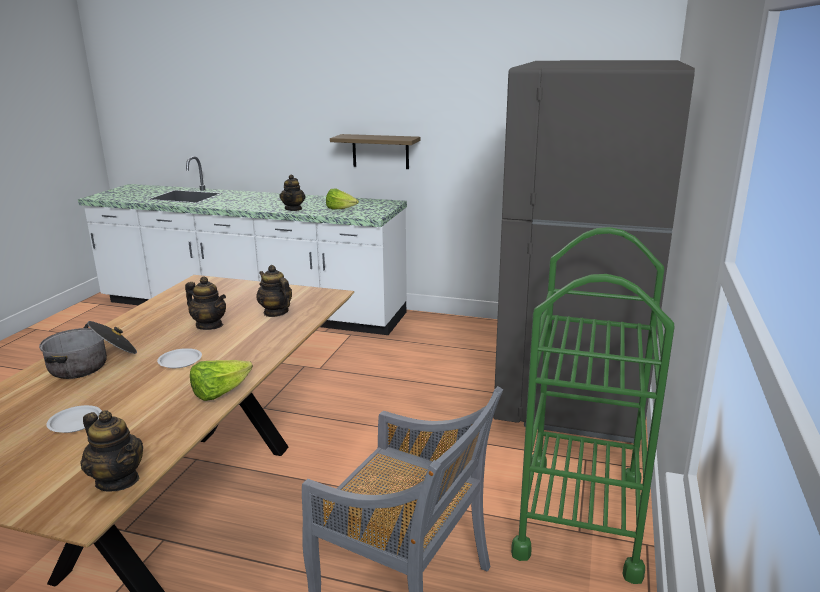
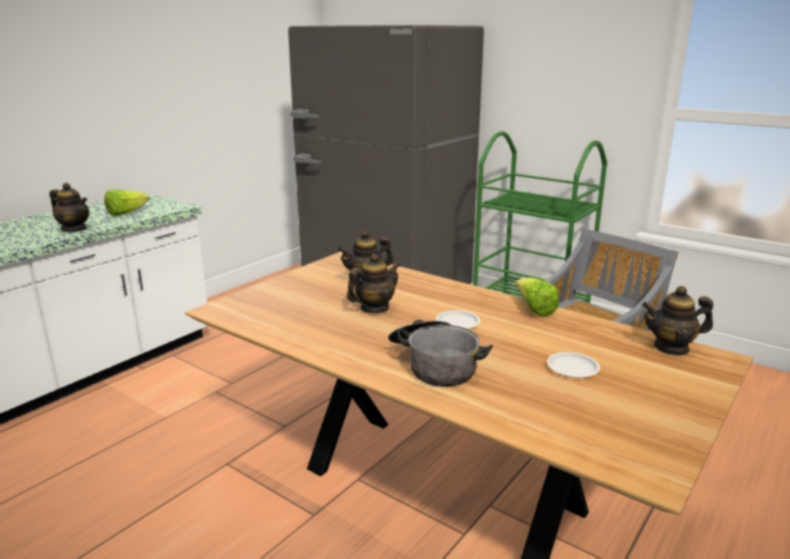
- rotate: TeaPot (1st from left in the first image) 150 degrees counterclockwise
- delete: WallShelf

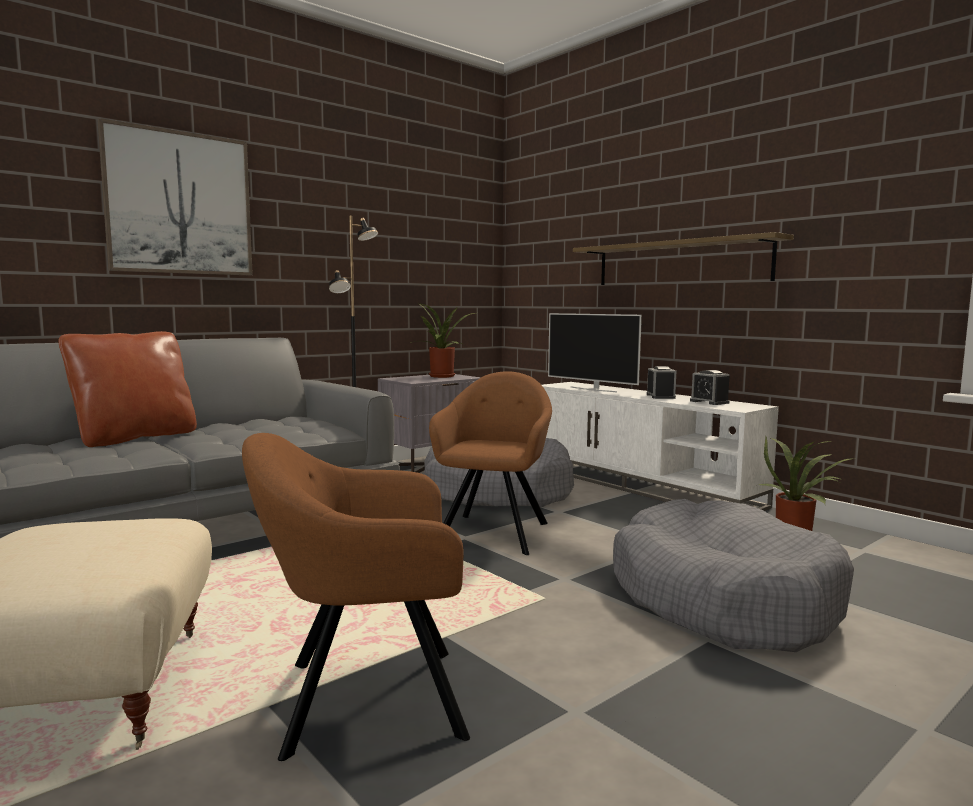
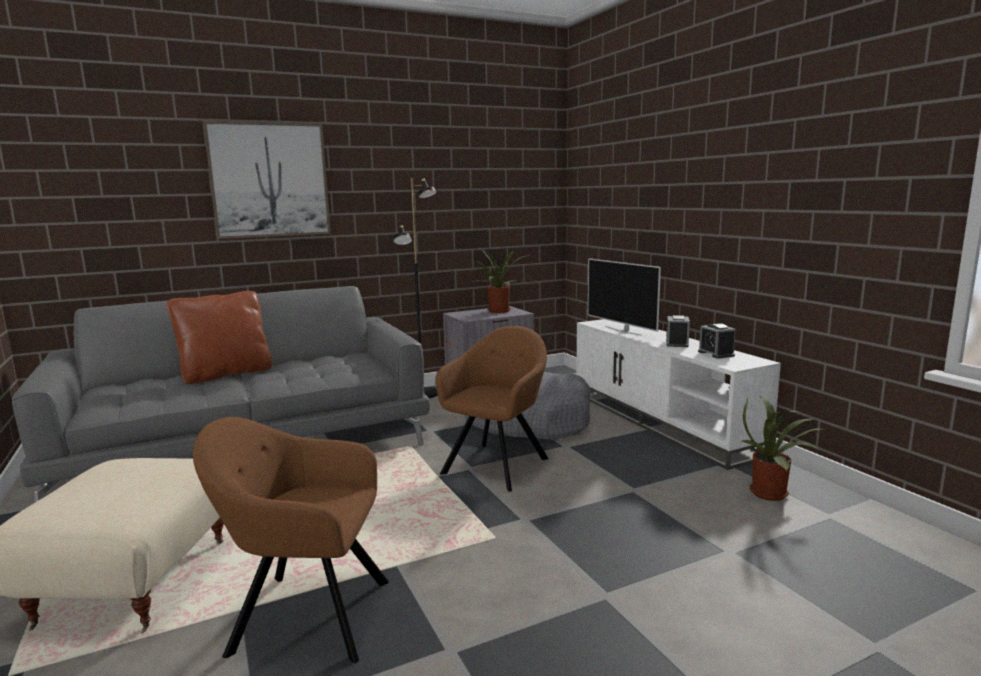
- delete: WallShelf
- delete: GreyDogCushion (2nd from left)

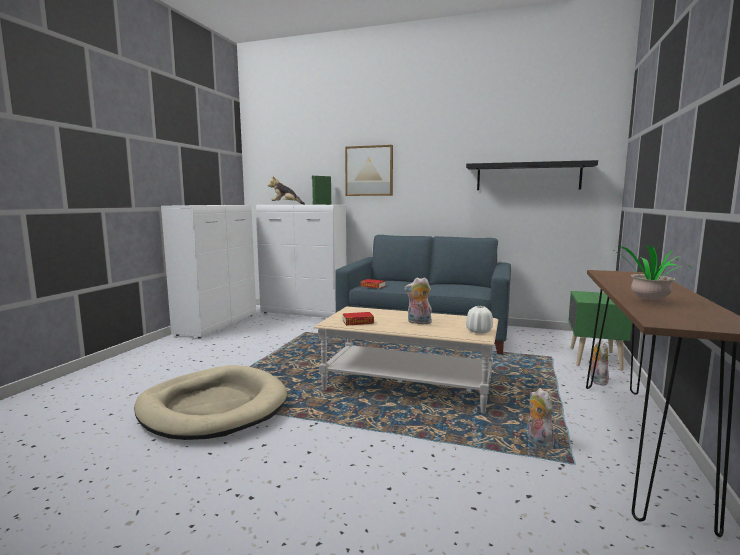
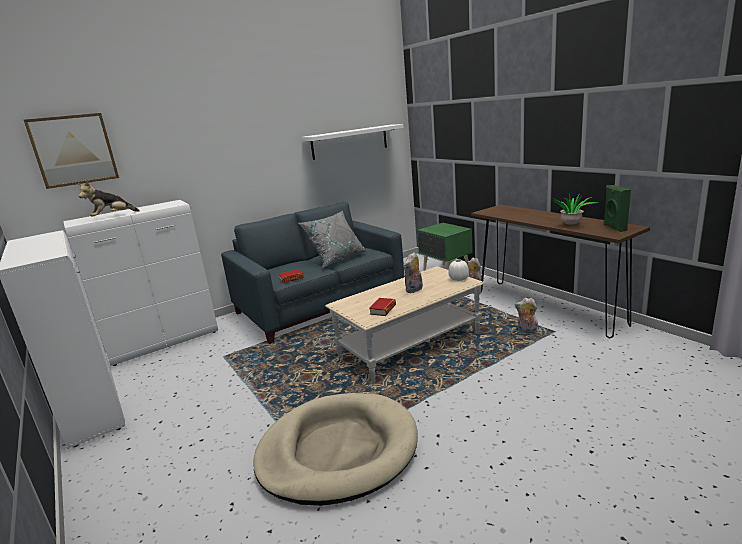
- move: GreenColouredAudioSpeaker
- move: WallArt
- recolor: BlackishWallShelf to WhiteWallShelf
- insert: GreyPillow

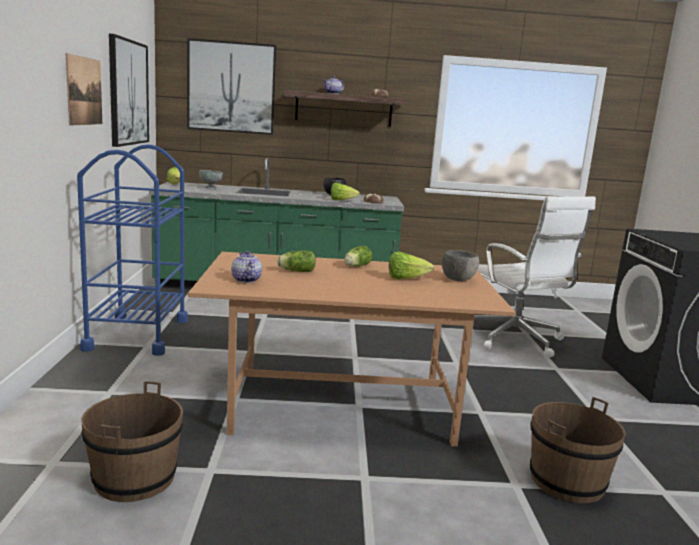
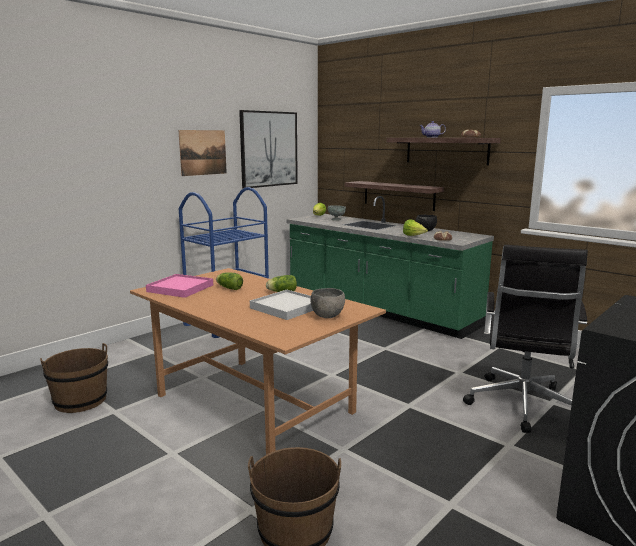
- delete: WallArt (3rd from left)
- replace: TeaPot (1st from left) to PinkColouredCarryingTray
- replace: HeadOfLettuce (5th from left) to WhiteCarryingTray
- recolor: WhiteOfficeChair to BlackishOfficeChair
- insert: WallShelf (1st from left)

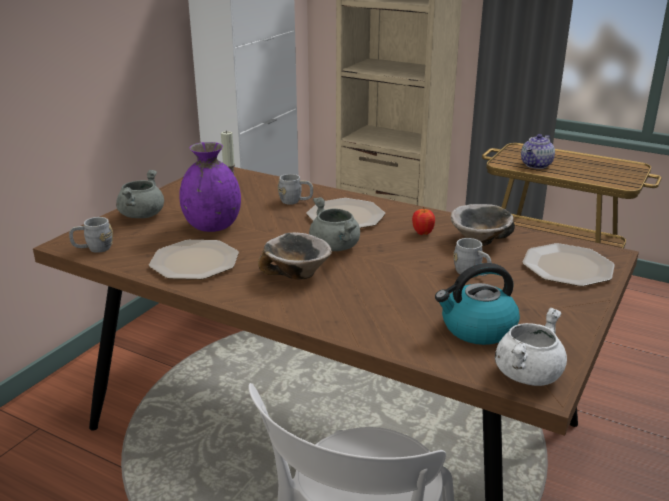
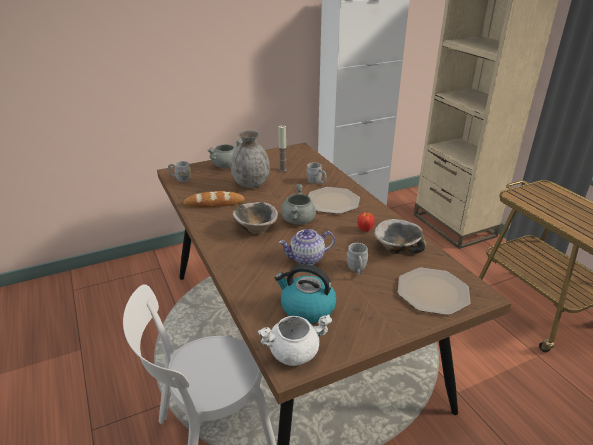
- replace: Plate (1st from left) to BakedBread
- recolor: PurplishFlowerVase to GreyFlowerVase
- move: TeaPot

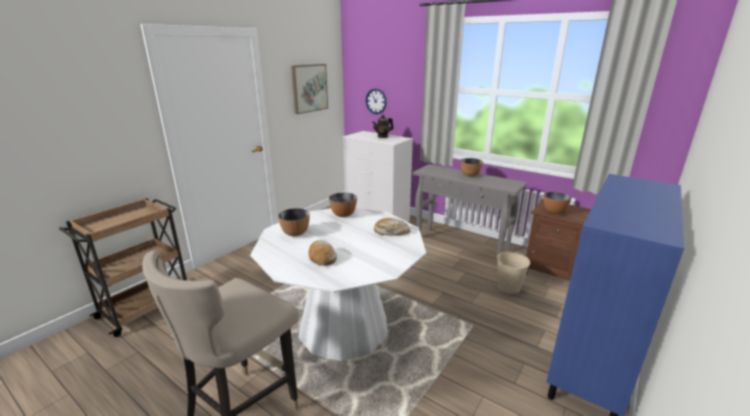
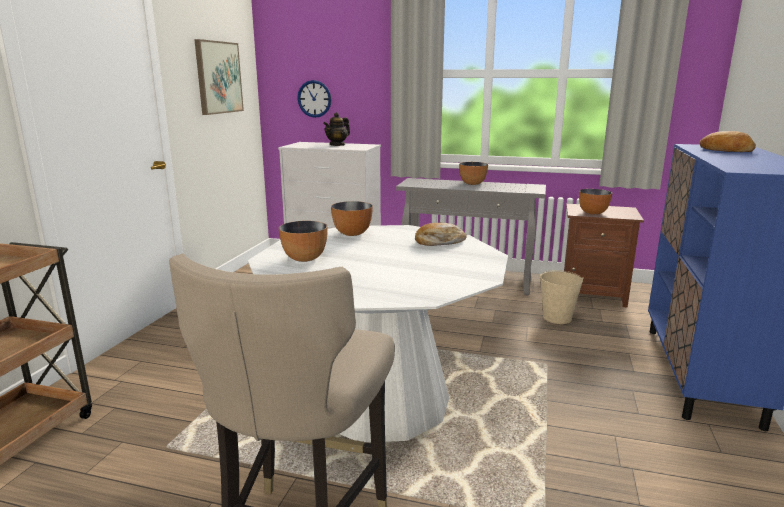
- move: BakedBread (1st from left in the first image) to BakedBread (2nd from left)

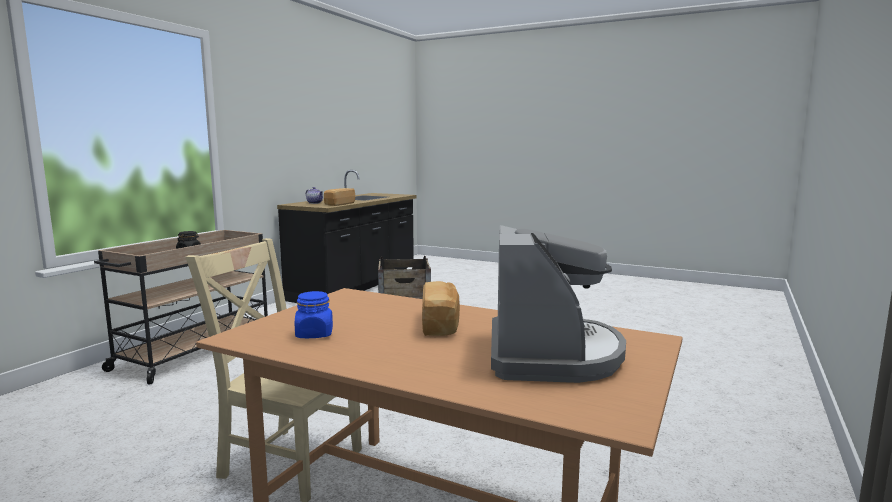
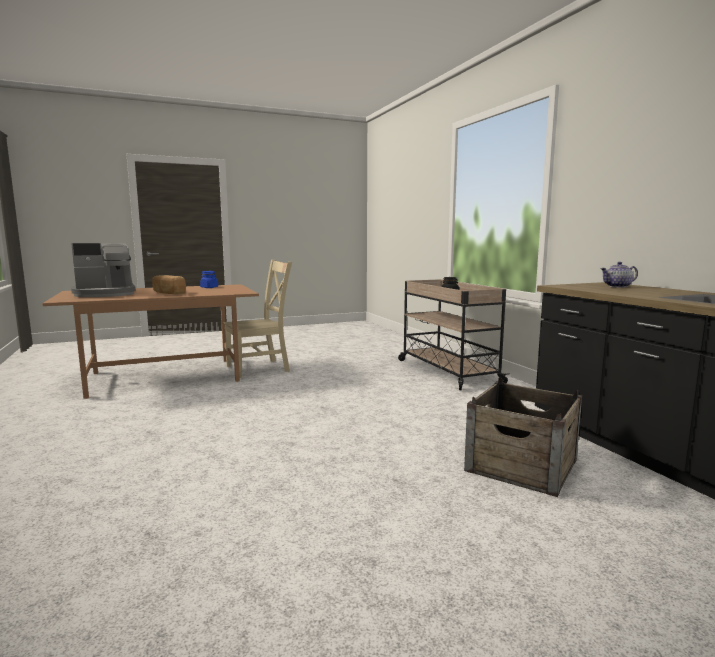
- delete: BakedBread (1st from left)
- rotate: CoffeeMaker 75 degrees counterclockwise

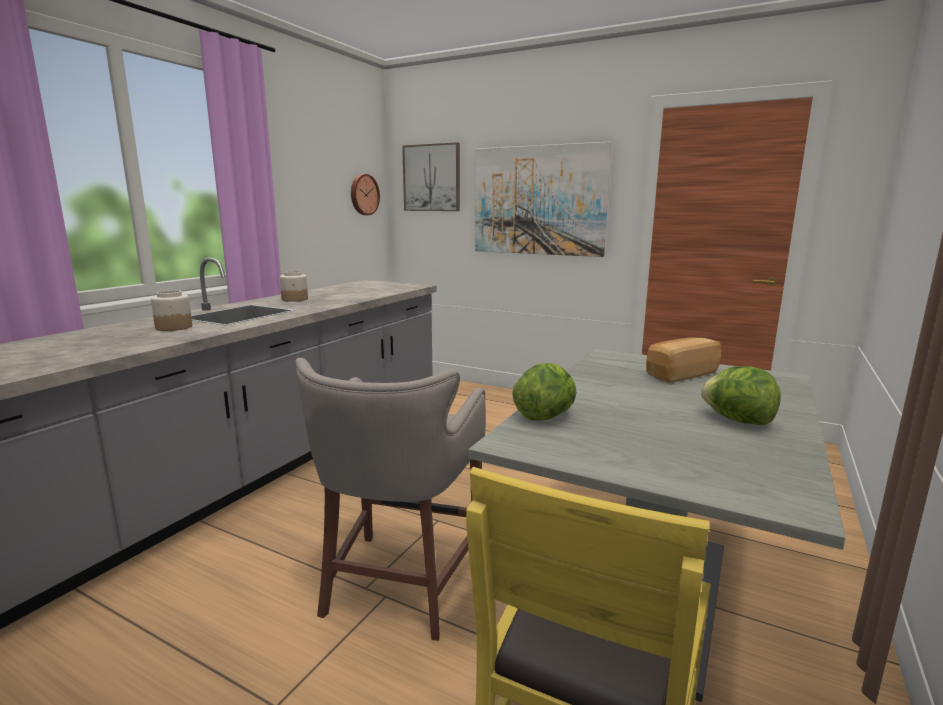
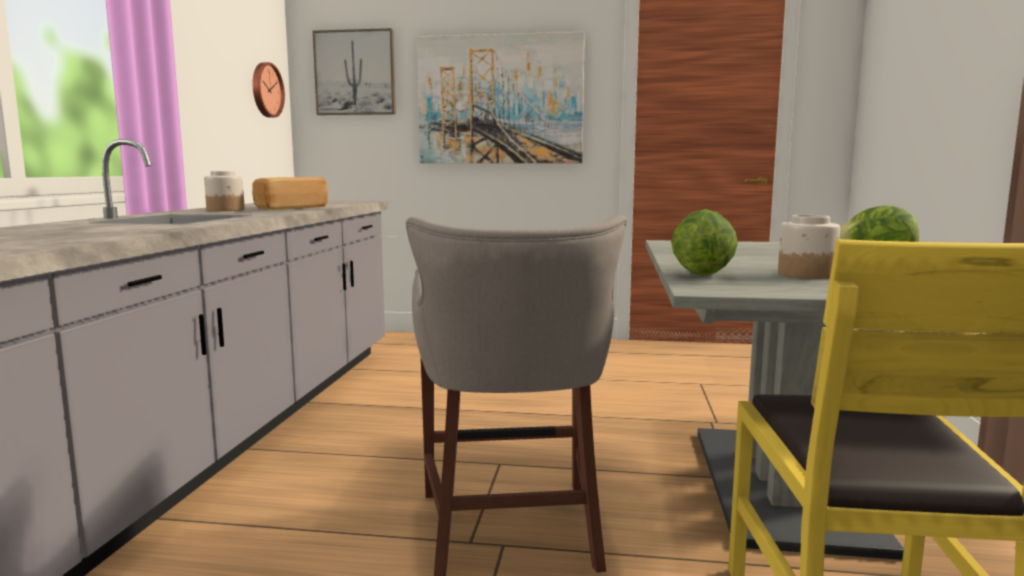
- move: PreserveJar (1st from left in the first image) to PreserveJar (2nd from left)
- move: BakedBread

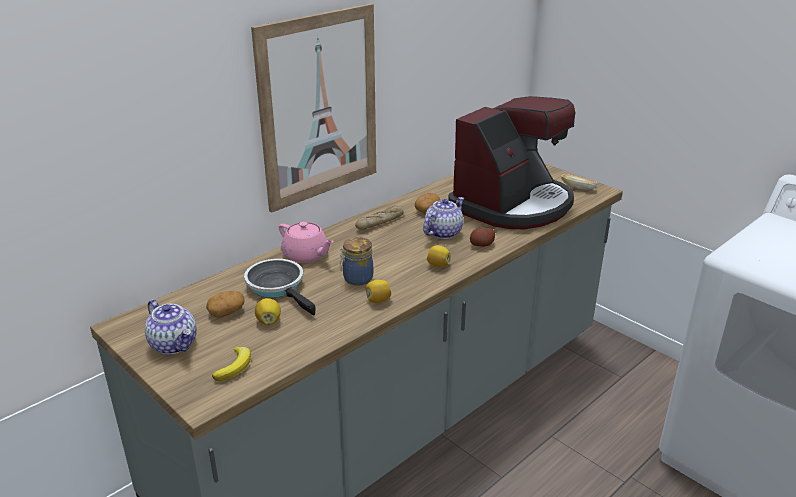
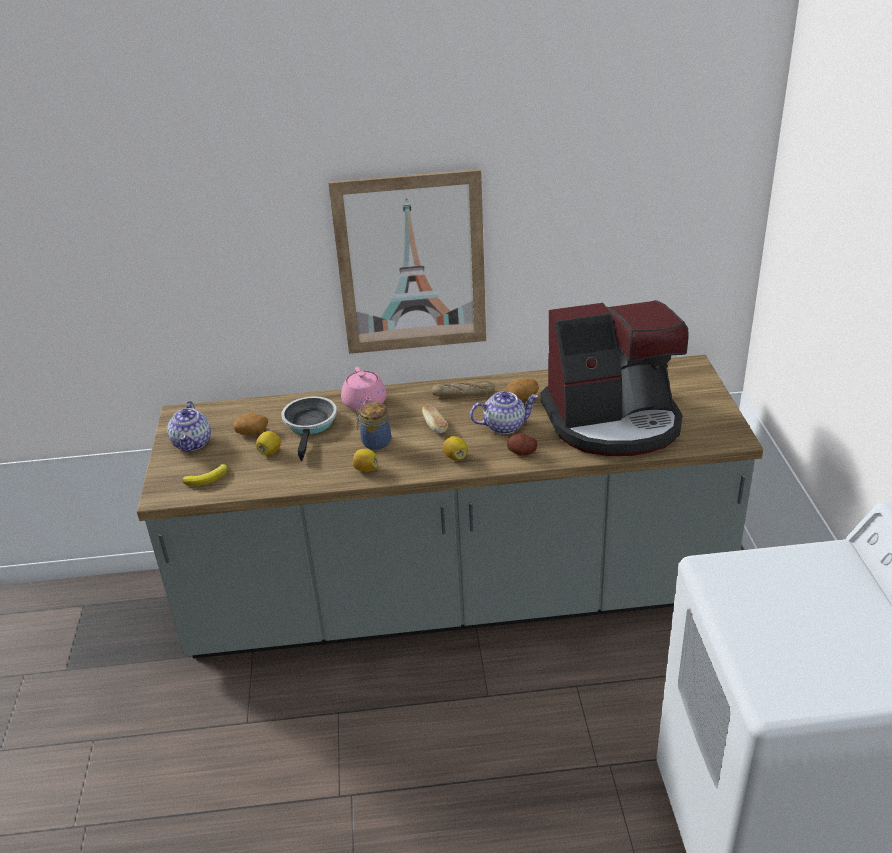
- move: BakedBread (2nd from left in the first image) to BakedBread (1st from left)

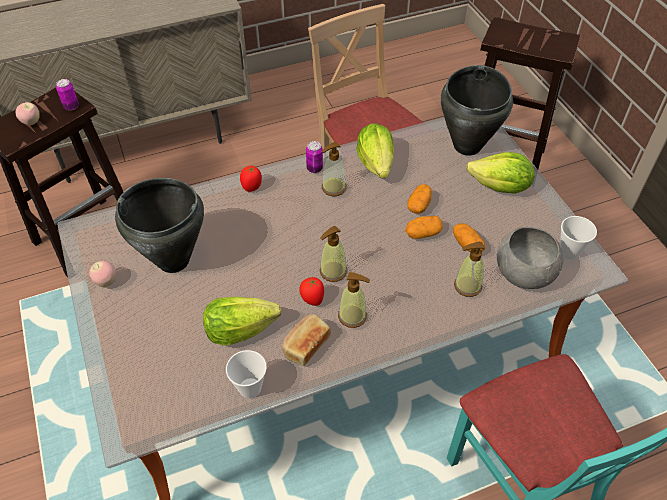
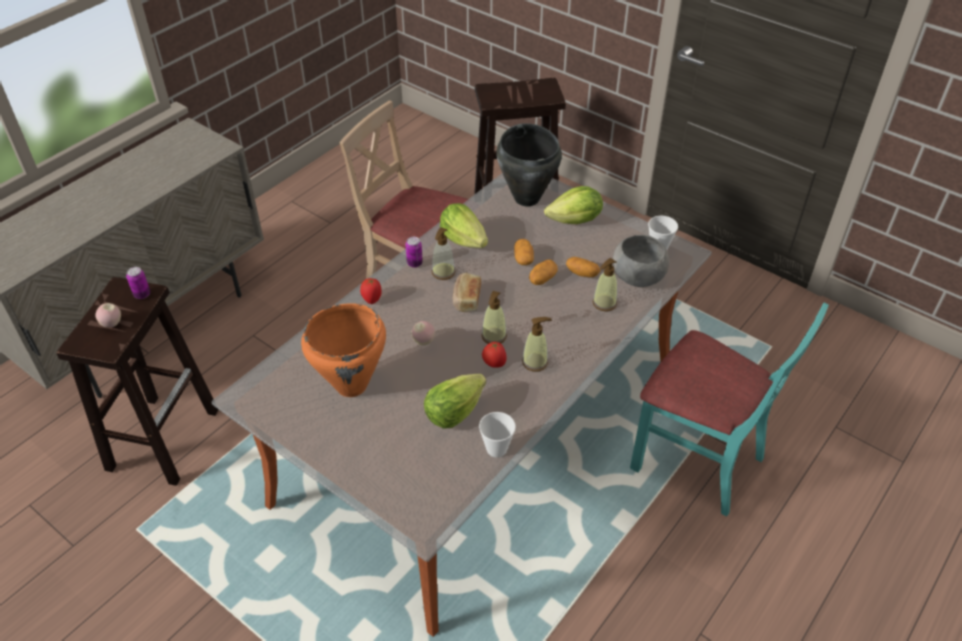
- move: WholeApple (2nd from left)
- recolor: BlackishStockpot (1st from left) to OrangeyStockpot
- move: BakedBread

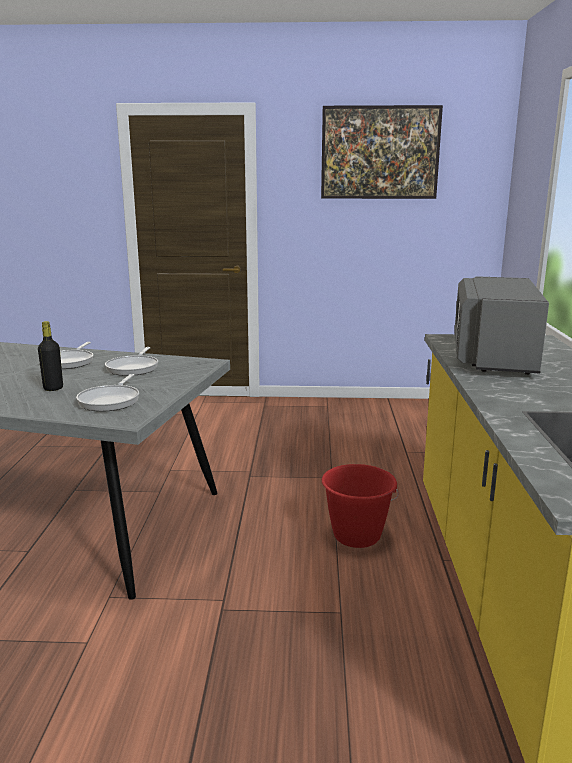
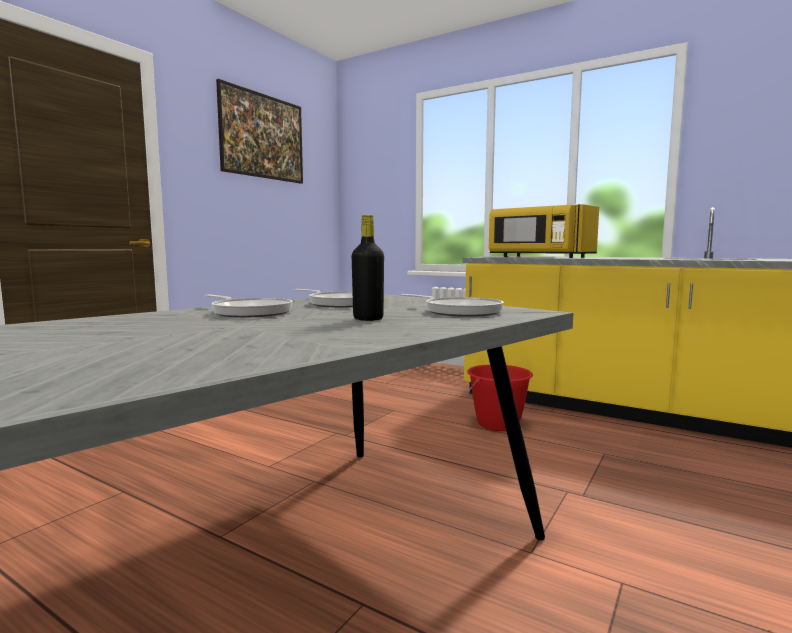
- recolor: GreyMicrowaveOven to YellowColouredMicrowaveOven

